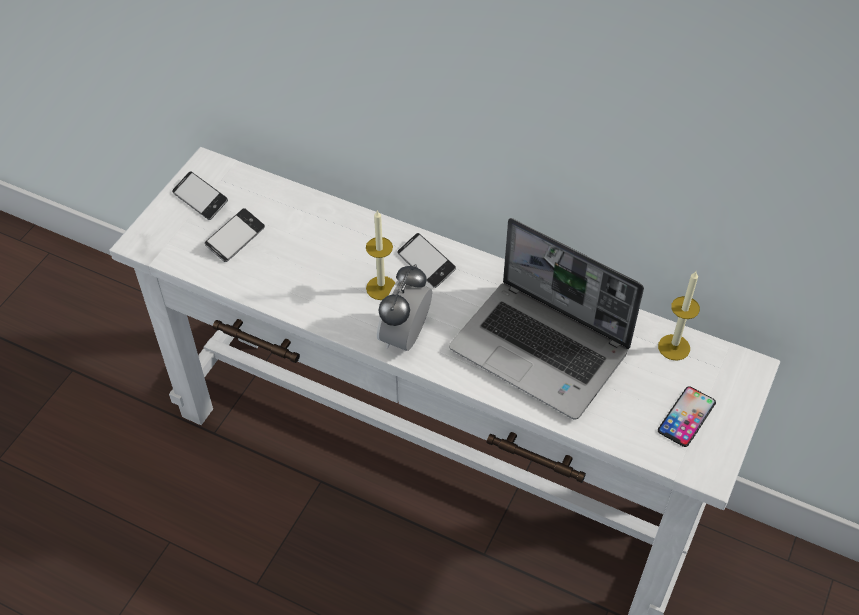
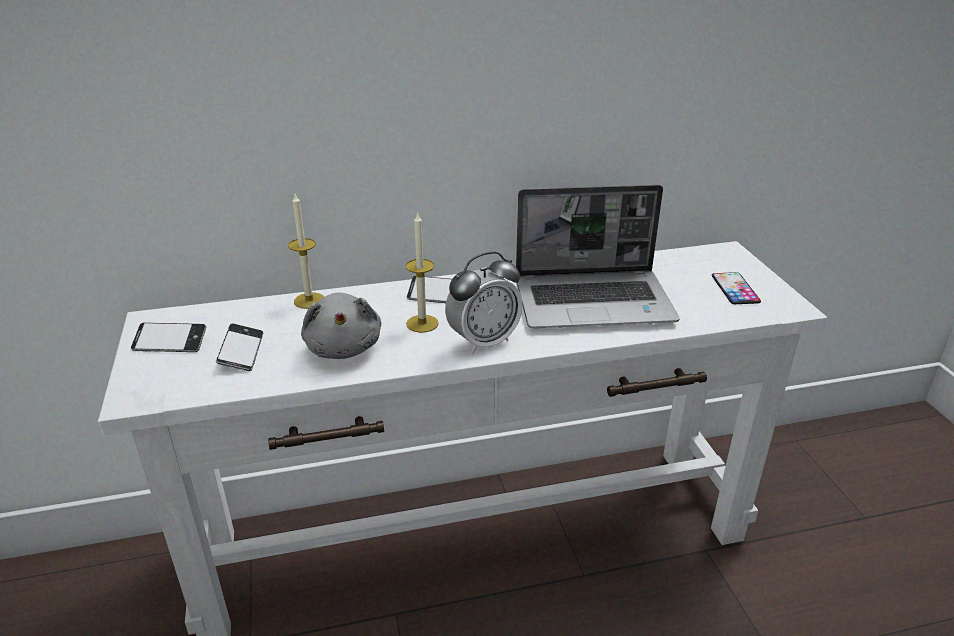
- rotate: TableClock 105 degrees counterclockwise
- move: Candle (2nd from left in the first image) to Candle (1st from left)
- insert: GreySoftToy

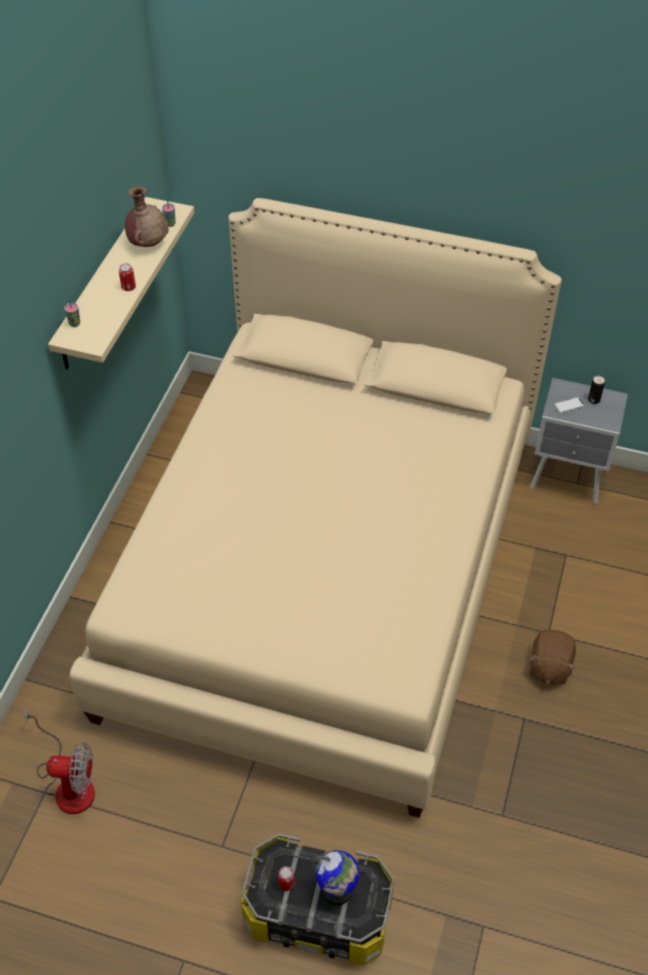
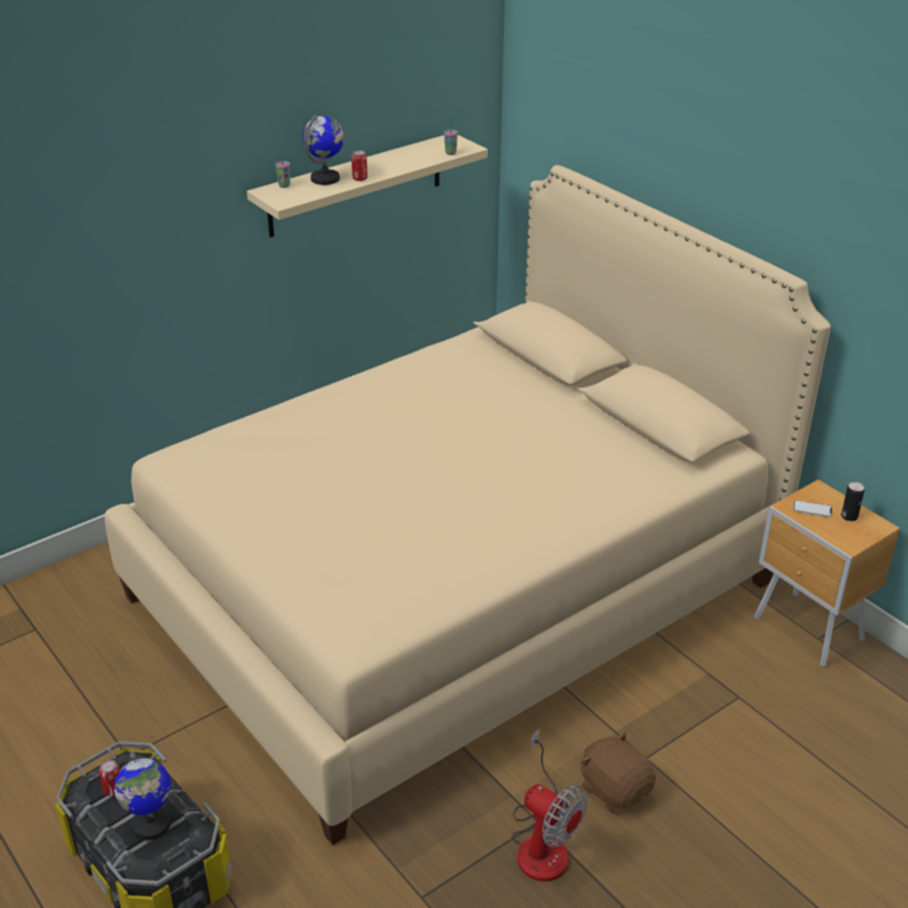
- move: ElectricFan
- delete: BrownishFlowerVase
- rotate: BrownishSoftToy 90 degrees clockwise
- recolor: GreyNightstand to BrownishNightstand
- insert: WorldGlobe (2nd from left)

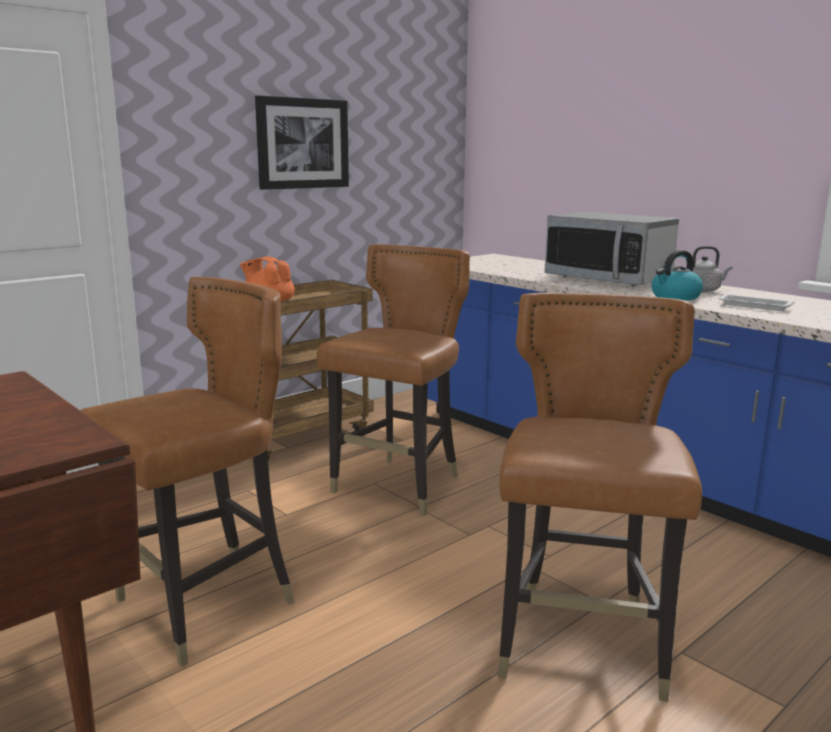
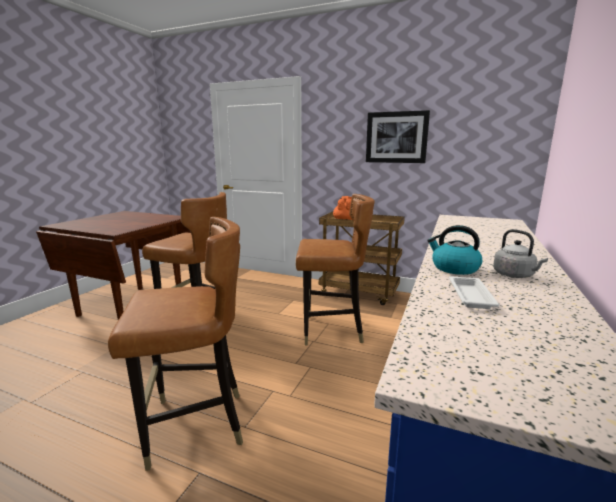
- delete: MicrowaveOven

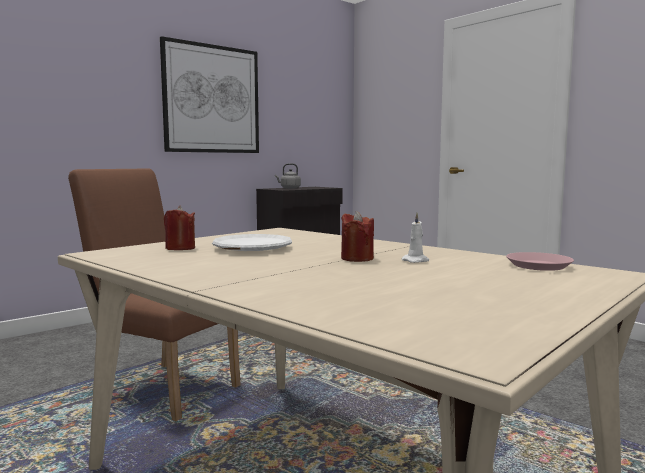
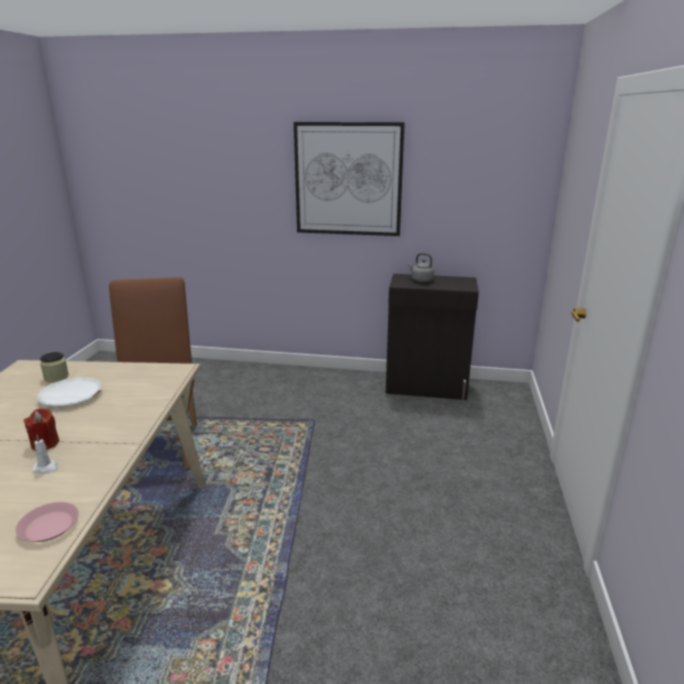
- replace: ReddishCandle (1st from left) to PreserveJar

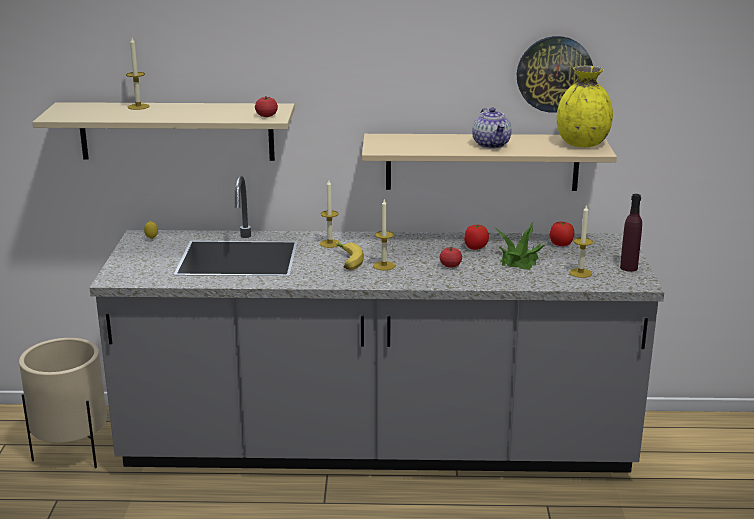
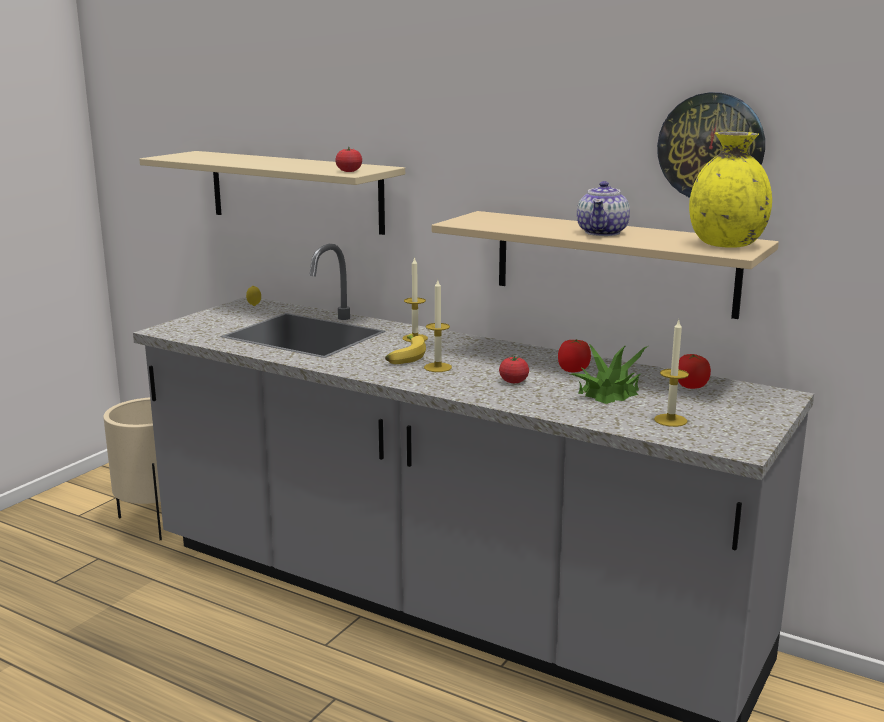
- delete: Candle (1st from left)
- delete: PurplishDrinkBottle

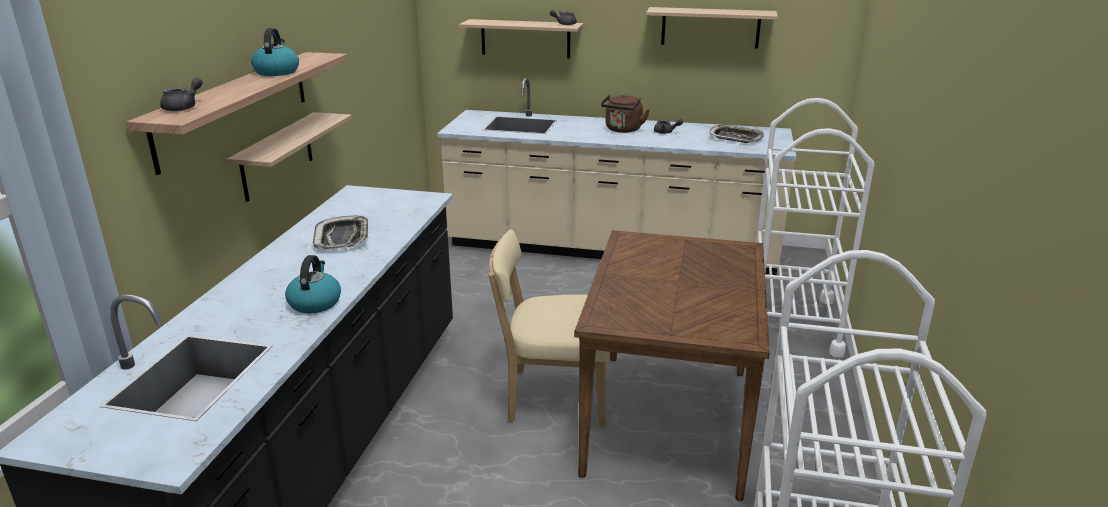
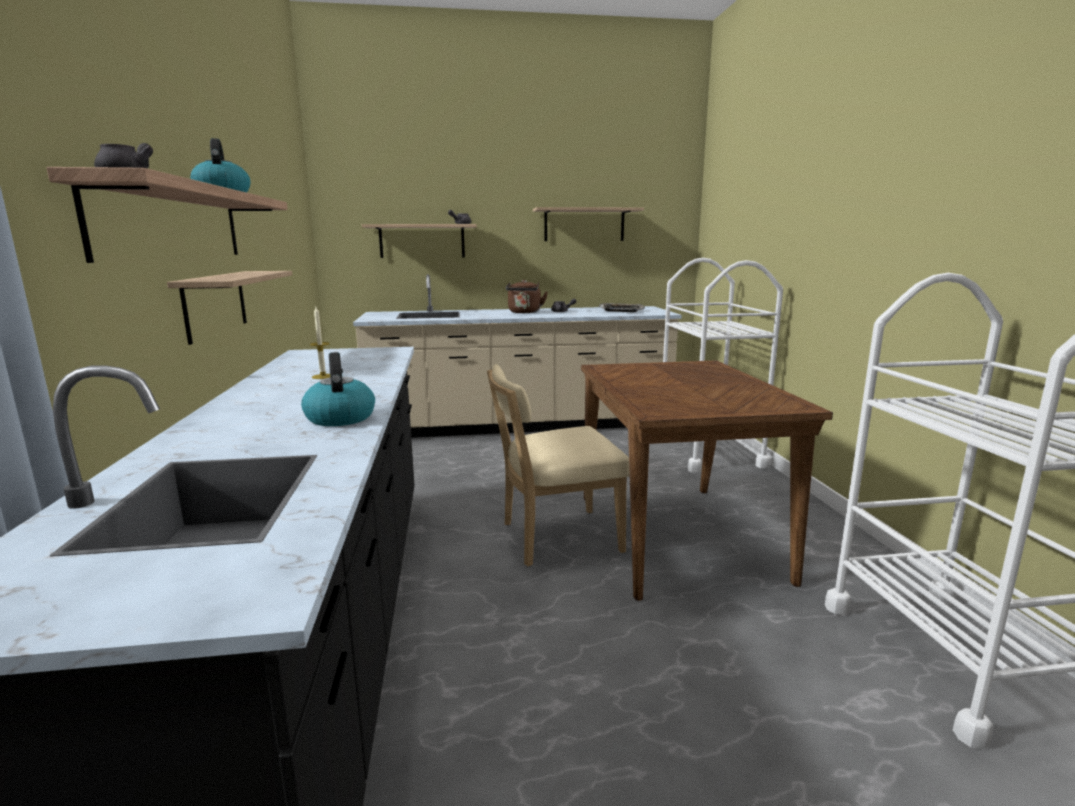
- replace: CarryingTray (1st from left) to Candle

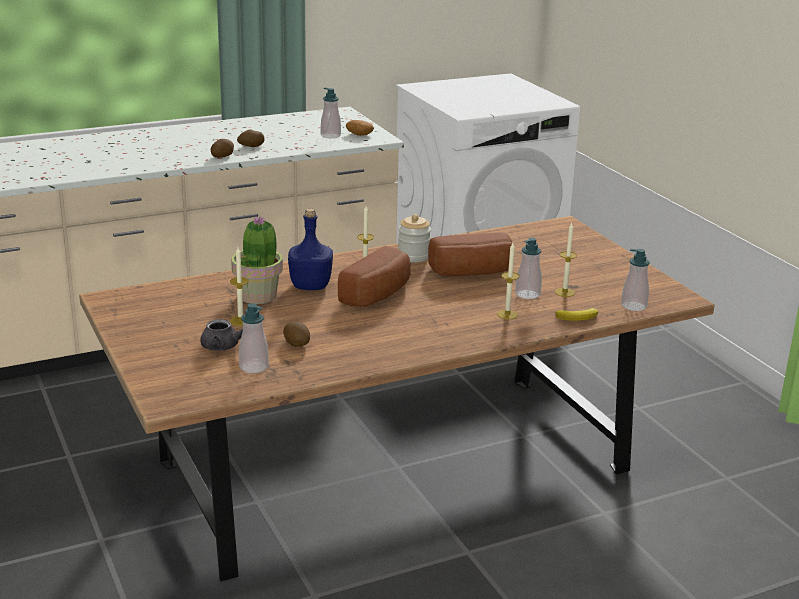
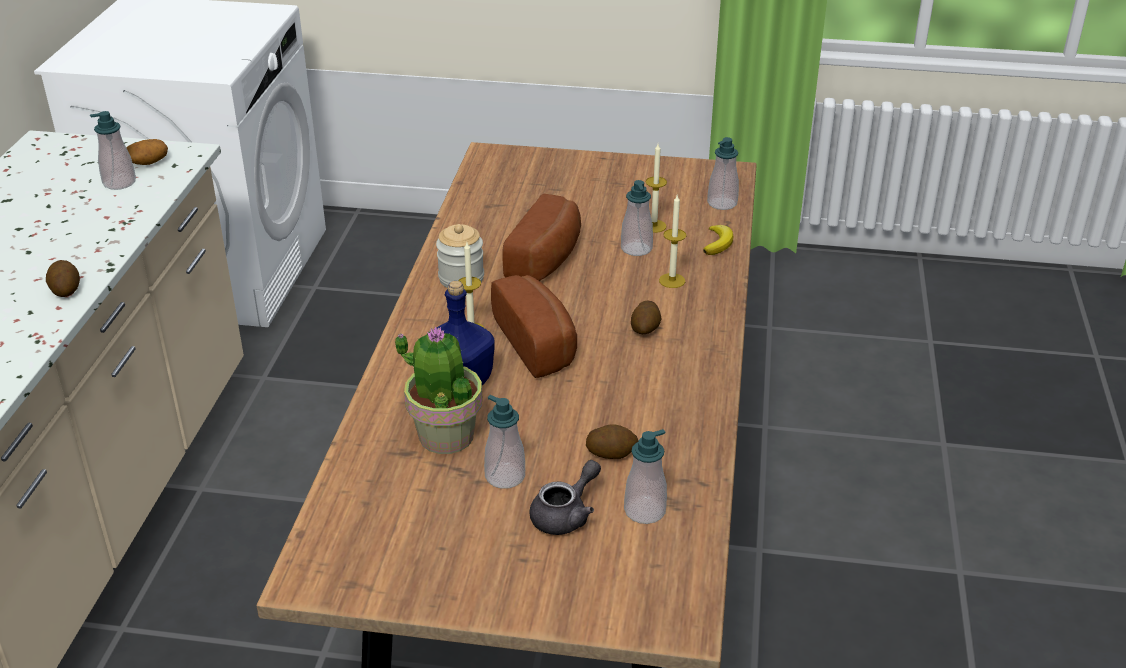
- replace: Candle (1st from left) to LiquidSoapBottle (2nd from left)
- move: WholePotato (2nd from left in the first image) to WholePotato (4th from left)

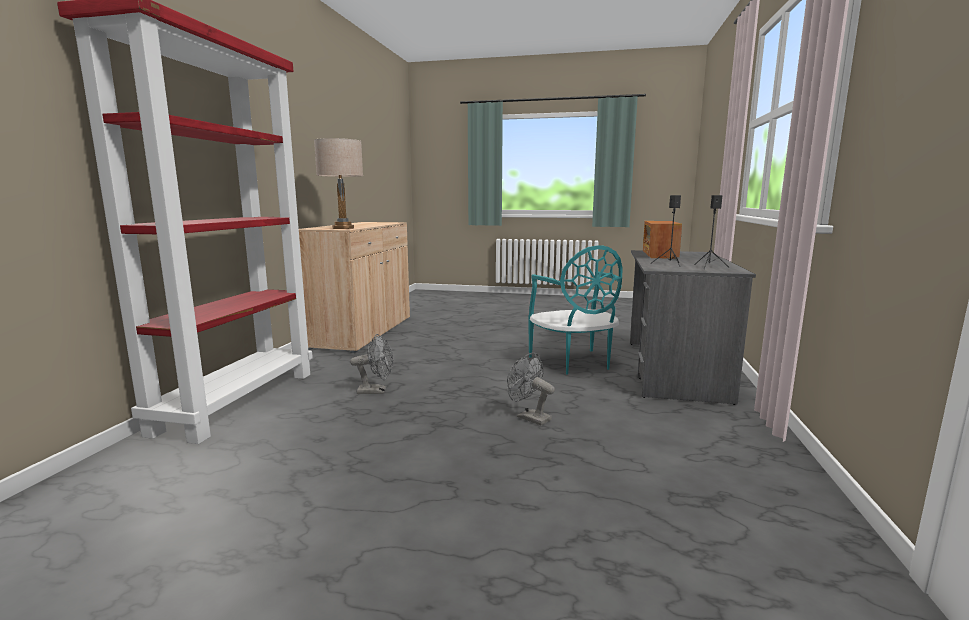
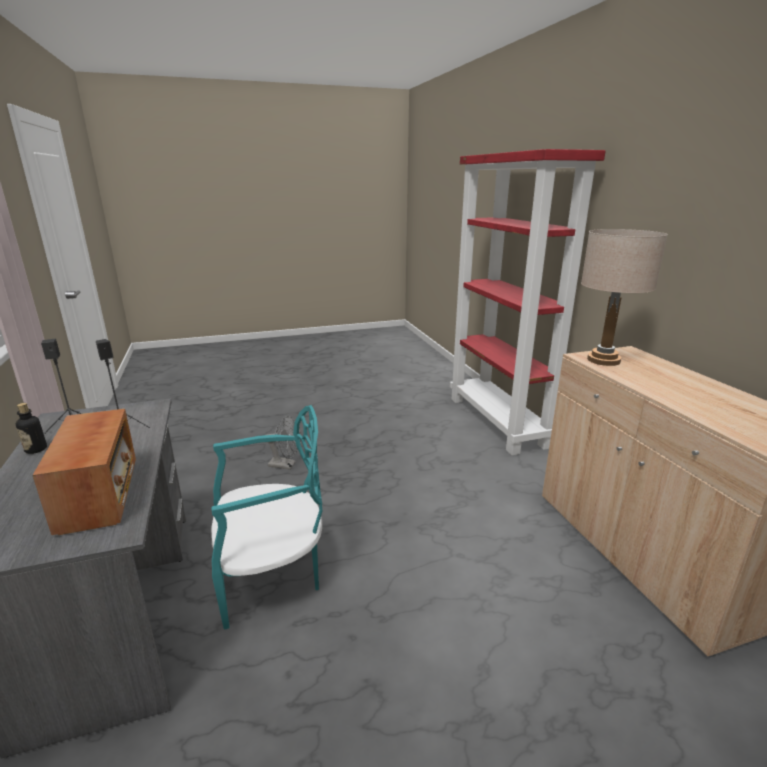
- delete: GreyElectricFan (1st from left)
- rotate: BlueGreenPlainChair 120 degrees clockwise
- insert: DrinkBottle

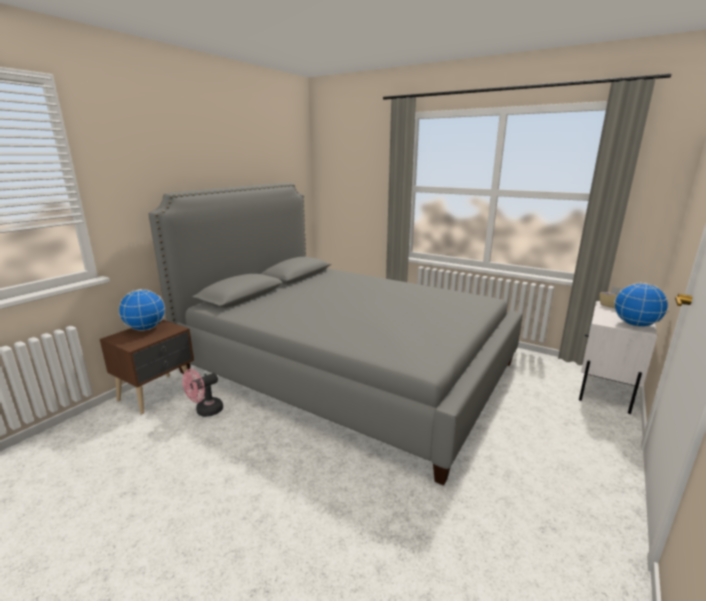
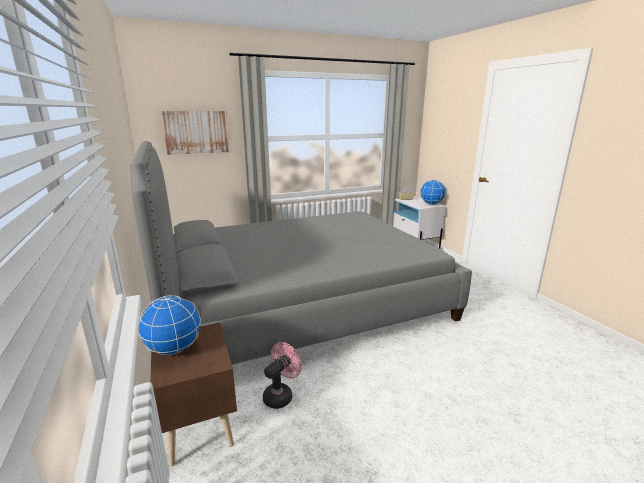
- rotate: PinkColouredElectricFan 135 degrees counterclockwise
- insert: WallArt

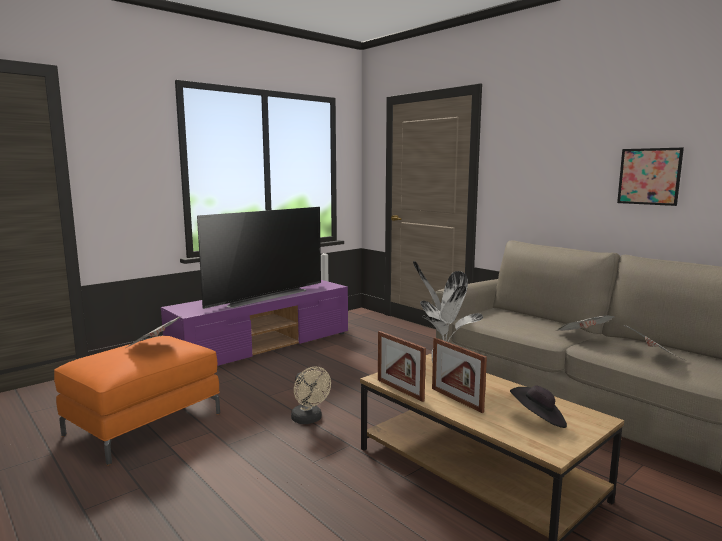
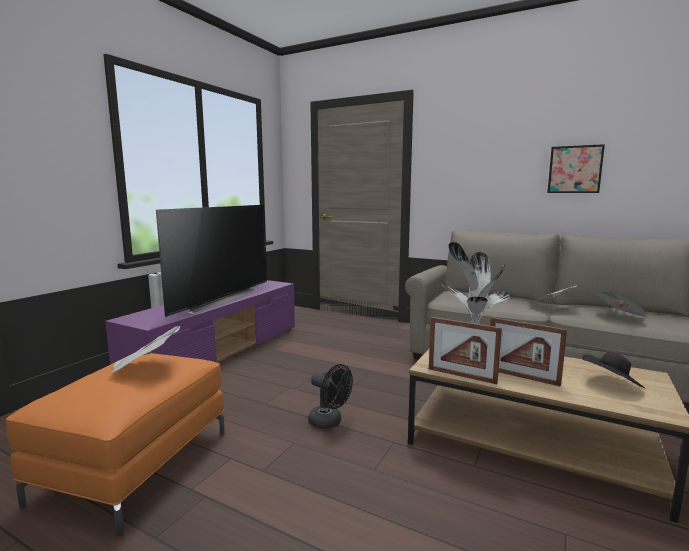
- recolor: BeigeElectricFan to BlackishElectricFan

